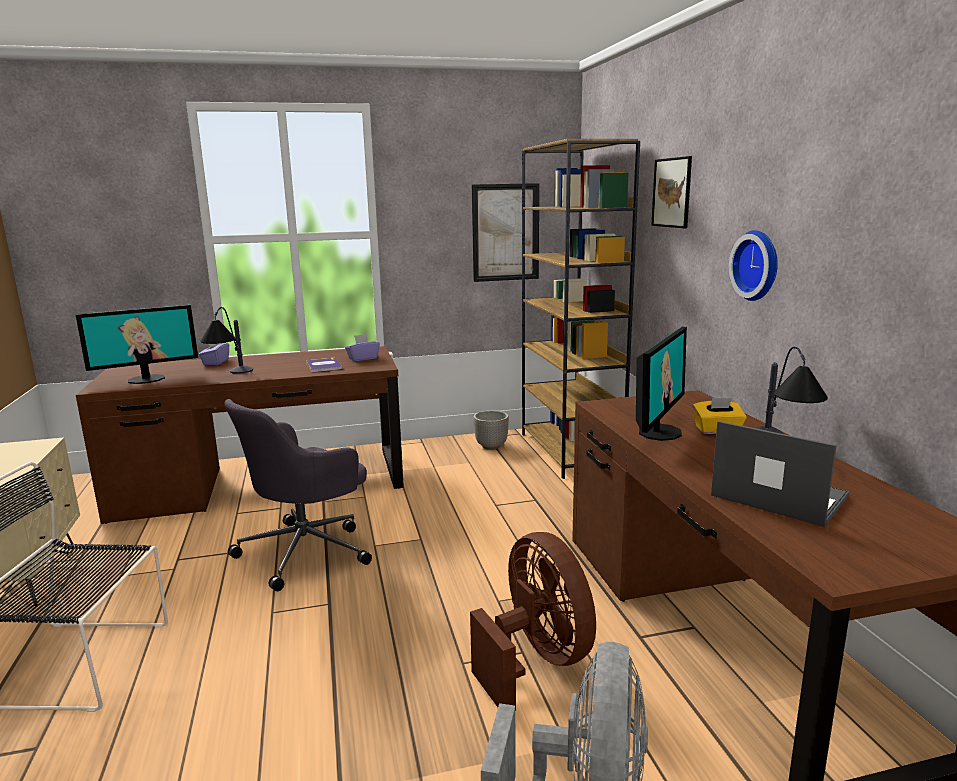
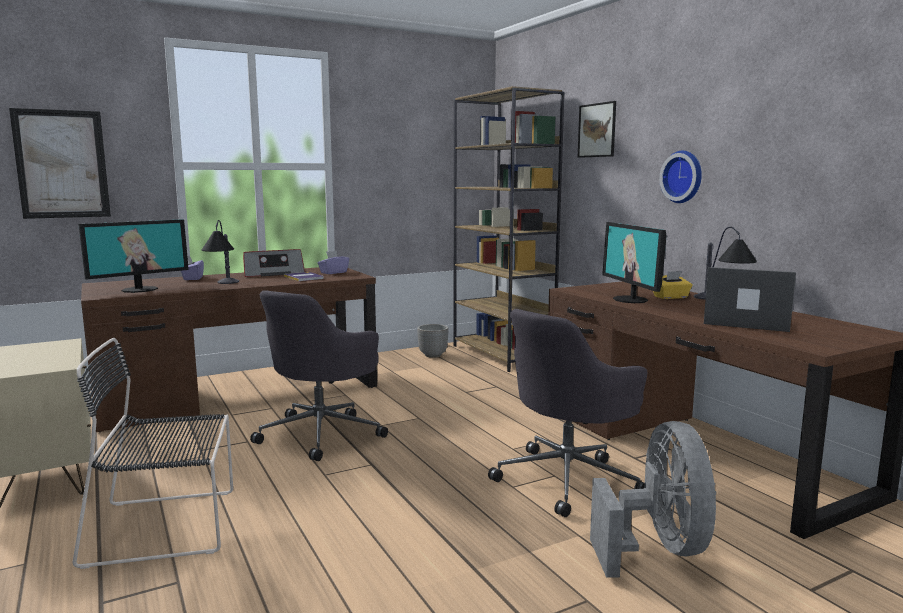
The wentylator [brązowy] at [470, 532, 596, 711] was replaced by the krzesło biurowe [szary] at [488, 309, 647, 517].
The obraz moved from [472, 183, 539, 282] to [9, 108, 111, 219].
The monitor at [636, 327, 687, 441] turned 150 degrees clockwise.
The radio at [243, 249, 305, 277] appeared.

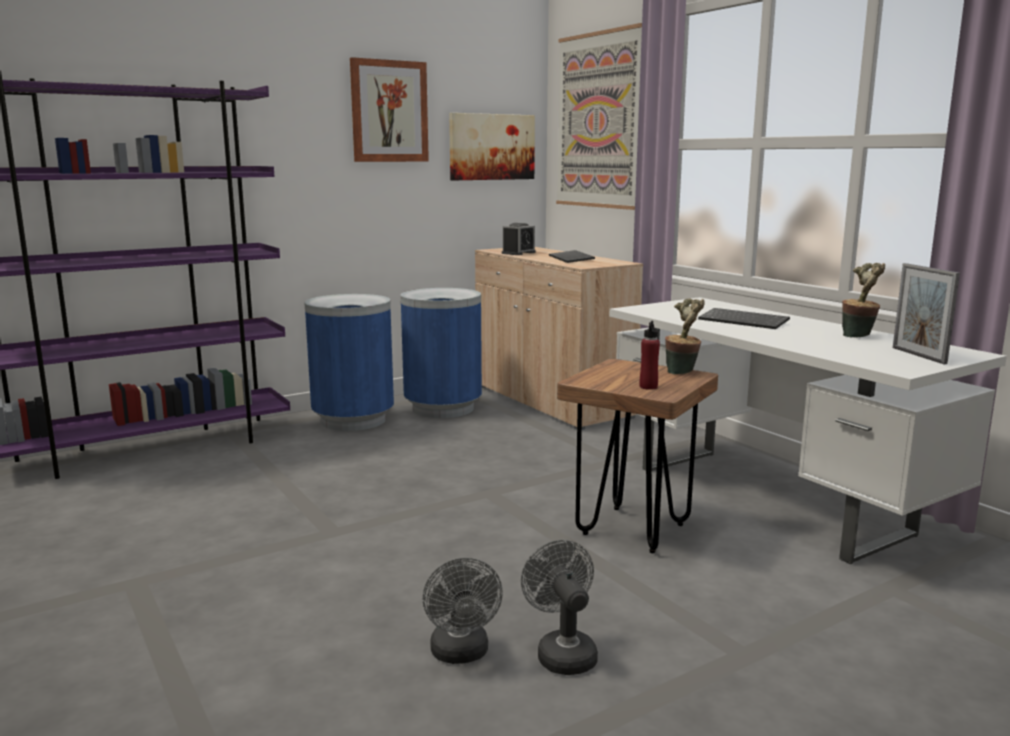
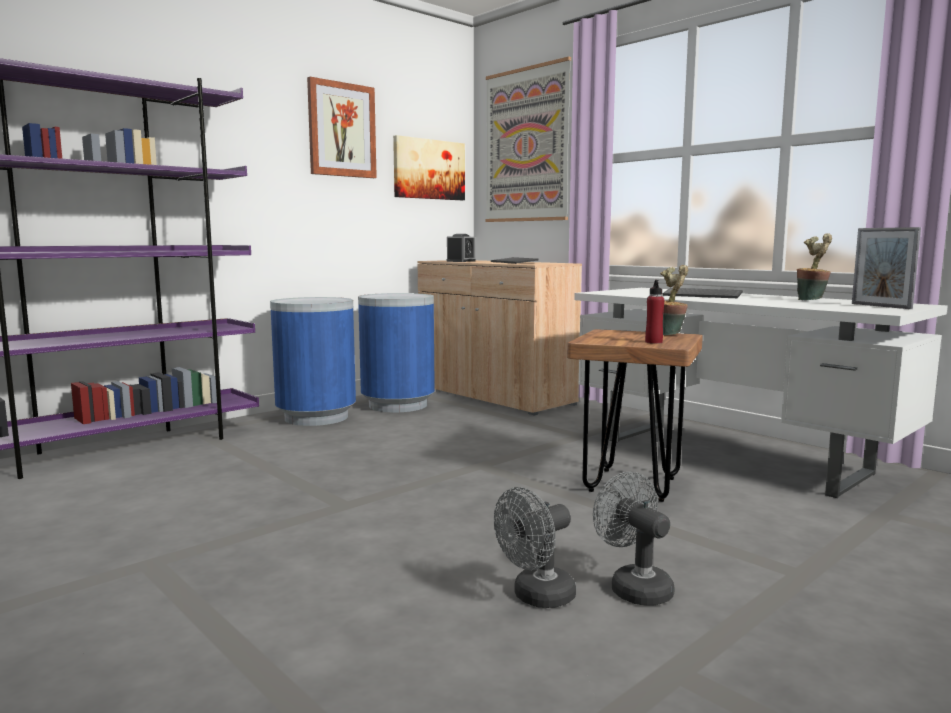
The wentylator [szary] at [423, 558, 503, 664] turned 75 degrees clockwise.

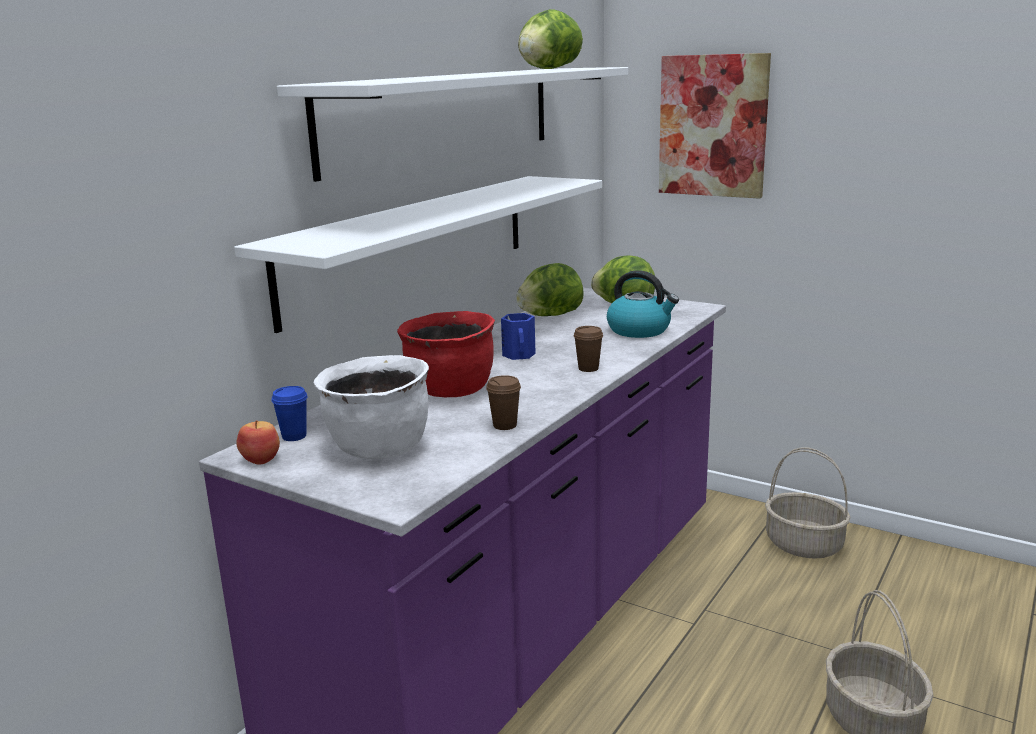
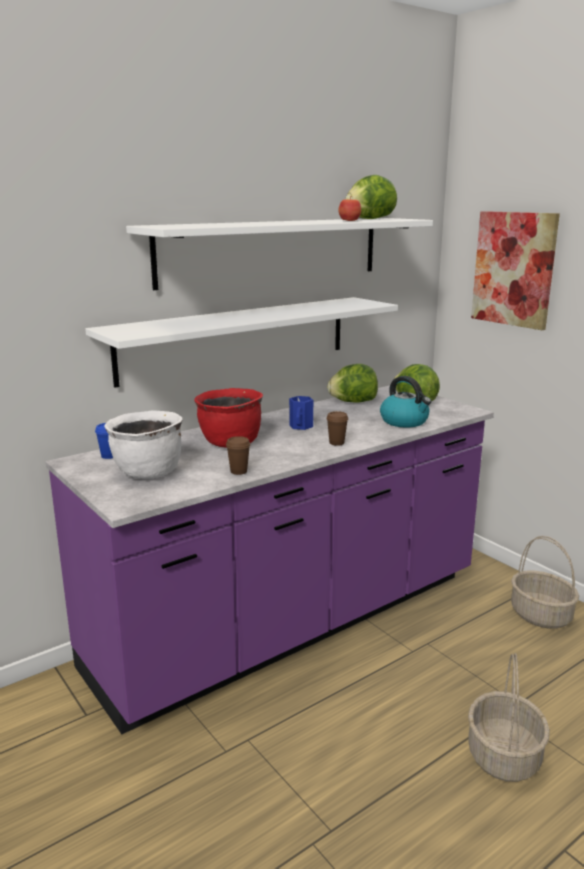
The jabłko moved from [236, 420, 280, 464] to [338, 196, 361, 221].

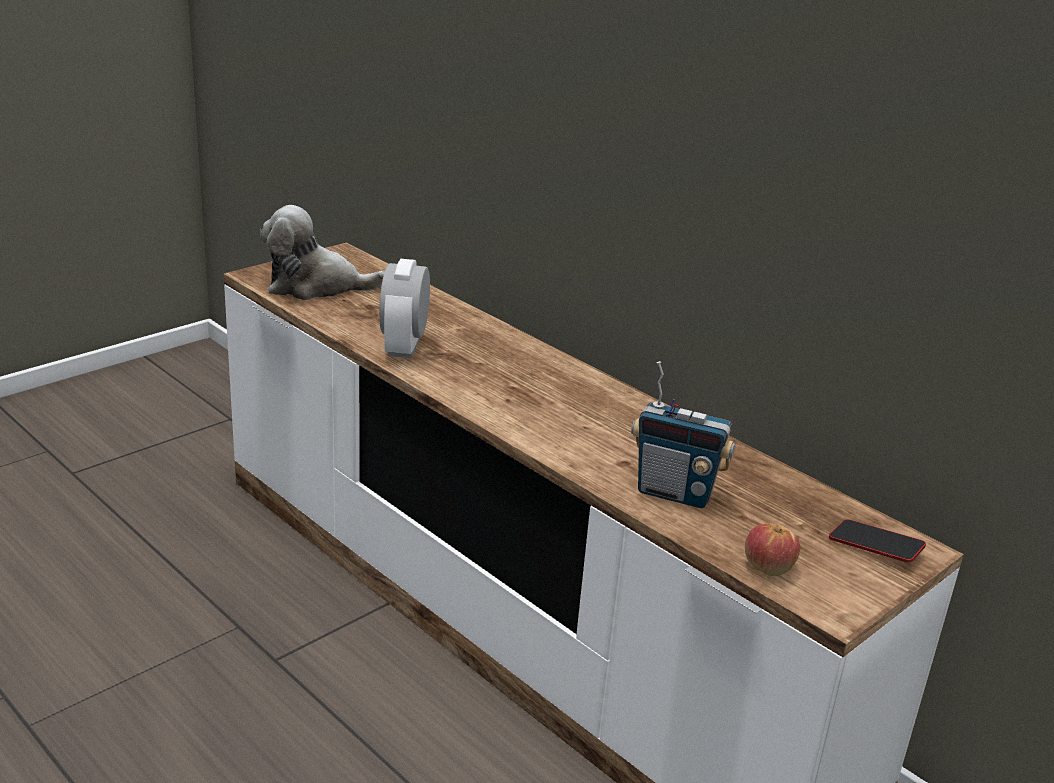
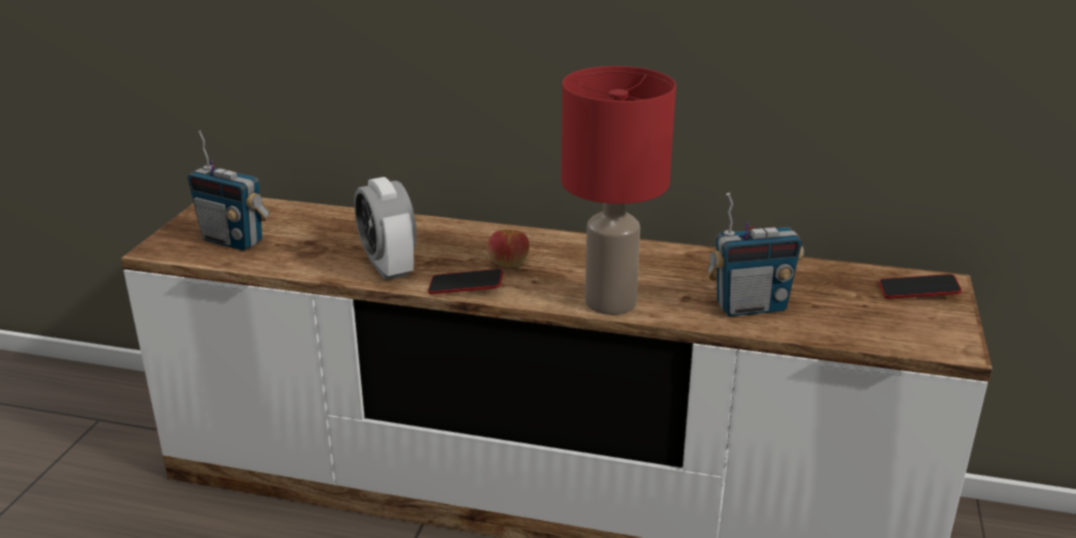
The pluszak at [260, 205, 384, 300] was replaced by the radio at [187, 130, 271, 251].
The jabłko moved from [745, 524, 800, 576] to [488, 229, 529, 268].
The telefon at [428, 269, 503, 294] appeared.
The lampa stołowa [czerwony] at [561, 66, 676, 315] appeared.

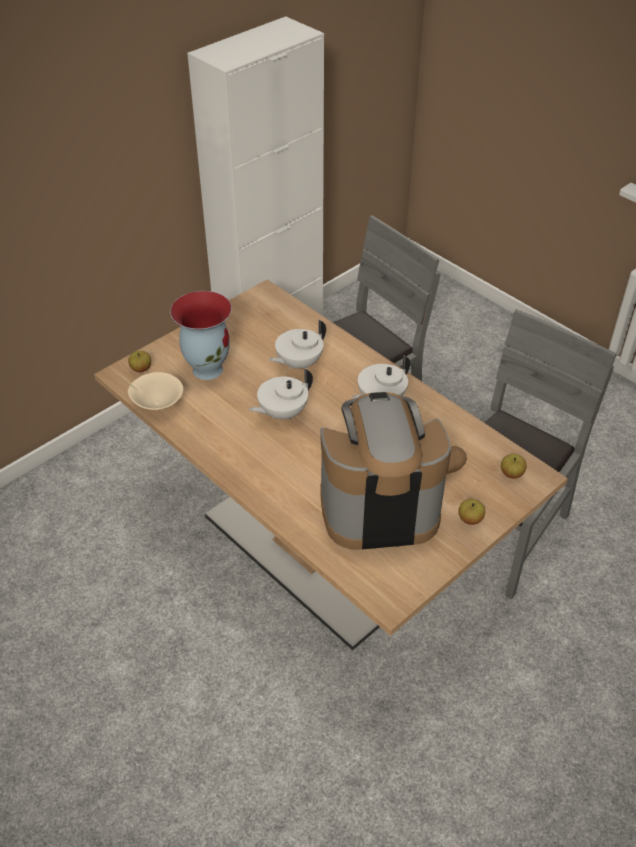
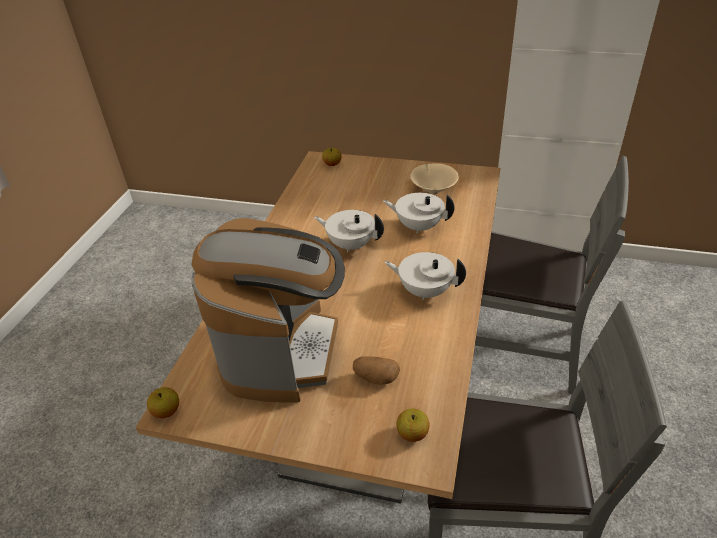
The miska [beżowy] moved from [128, 372, 183, 410] to [411, 163, 459, 194].
The wazon at [170, 291, 232, 380] disappeared.
The ekspres do kawy at [320, 392, 451, 550] turned 45 degrees clockwise.
The jabłko moved from [458, 499, 485, 525] to [147, 387, 179, 418].

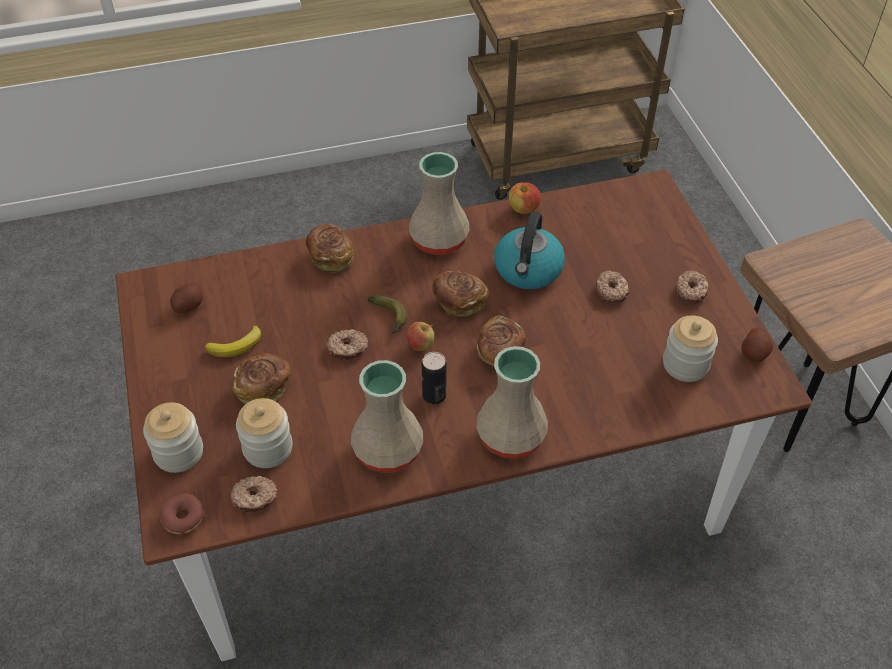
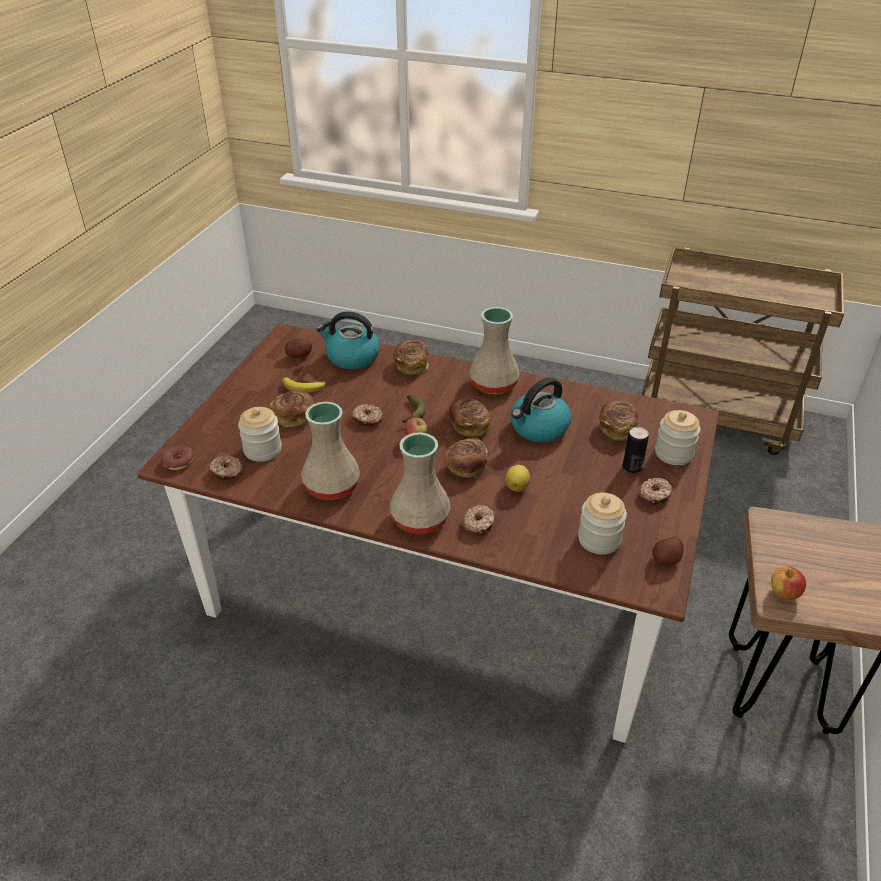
The słoik moved from [143, 402, 203, 473] to [655, 410, 701, 465].
The puszka moved from [422, 352, 447, 404] to [623, 427, 649, 473].
The jabłko moved from [509, 182, 541, 214] to [771, 566, 806, 600].
The donut moved from [596, 271, 629, 304] to [462, 505, 495, 536].
The czajnik at [317, 311, 380, 369] appeared.
The cytryna at [505, 465, 530, 492] appeared.
The chleb at [599, 400, 638, 441] appeared.

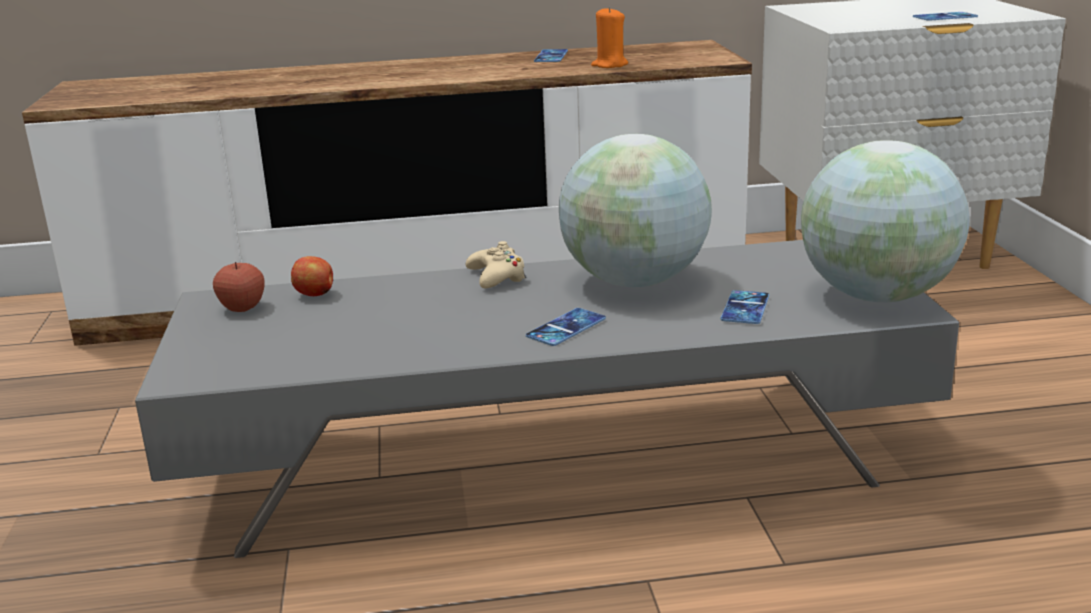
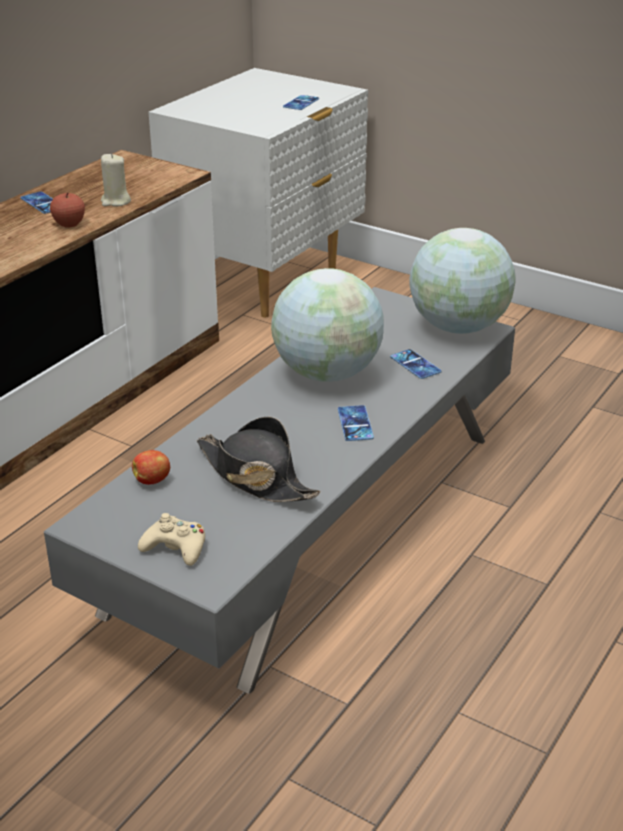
The jabłko moved from [213, 262, 265, 312] to [50, 193, 85, 228].
The pad do gier [beżowy] moved from [466, 241, 526, 288] to [138, 513, 205, 566].
The świeca [pomarańczowy] at [591, 6, 628, 68] became the świeca [beżowy] at [101, 153, 131, 207].
The kapelusz [czarny] at [197, 417, 321, 502] appeared.

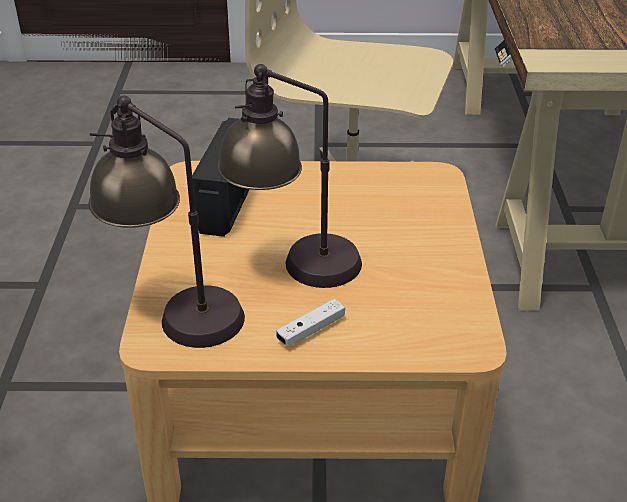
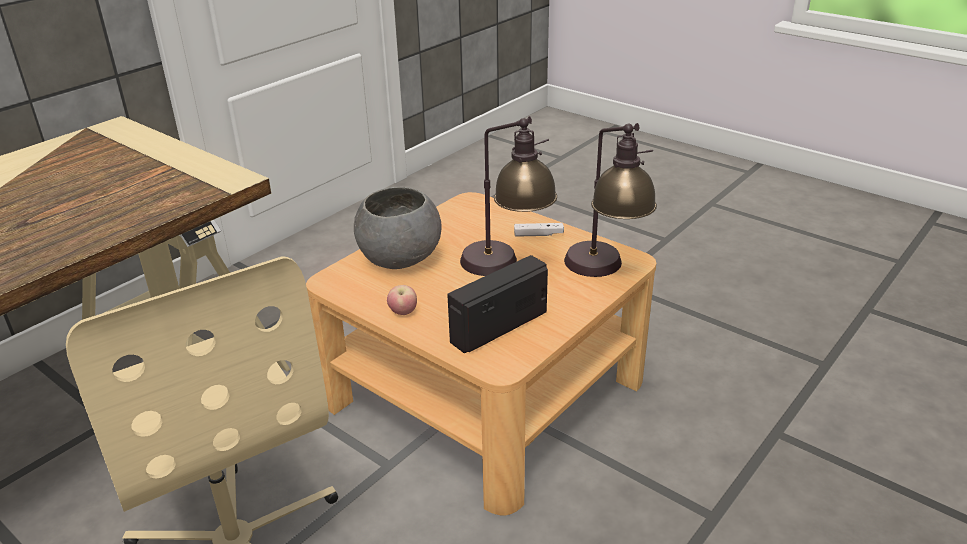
The miska [szary] at [354, 187, 442, 269] appeared.
The jabłko at [387, 285, 417, 315] appeared.

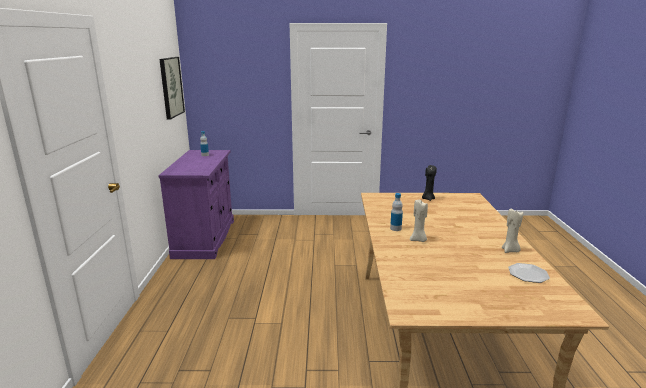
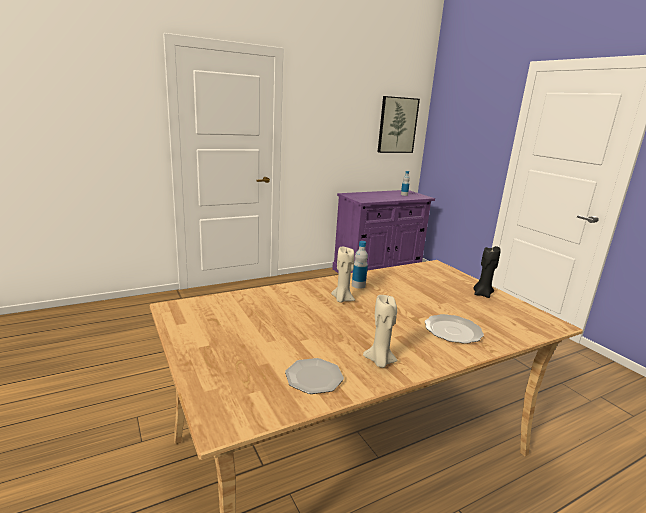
The talerz at [425, 314, 484, 344] appeared.

